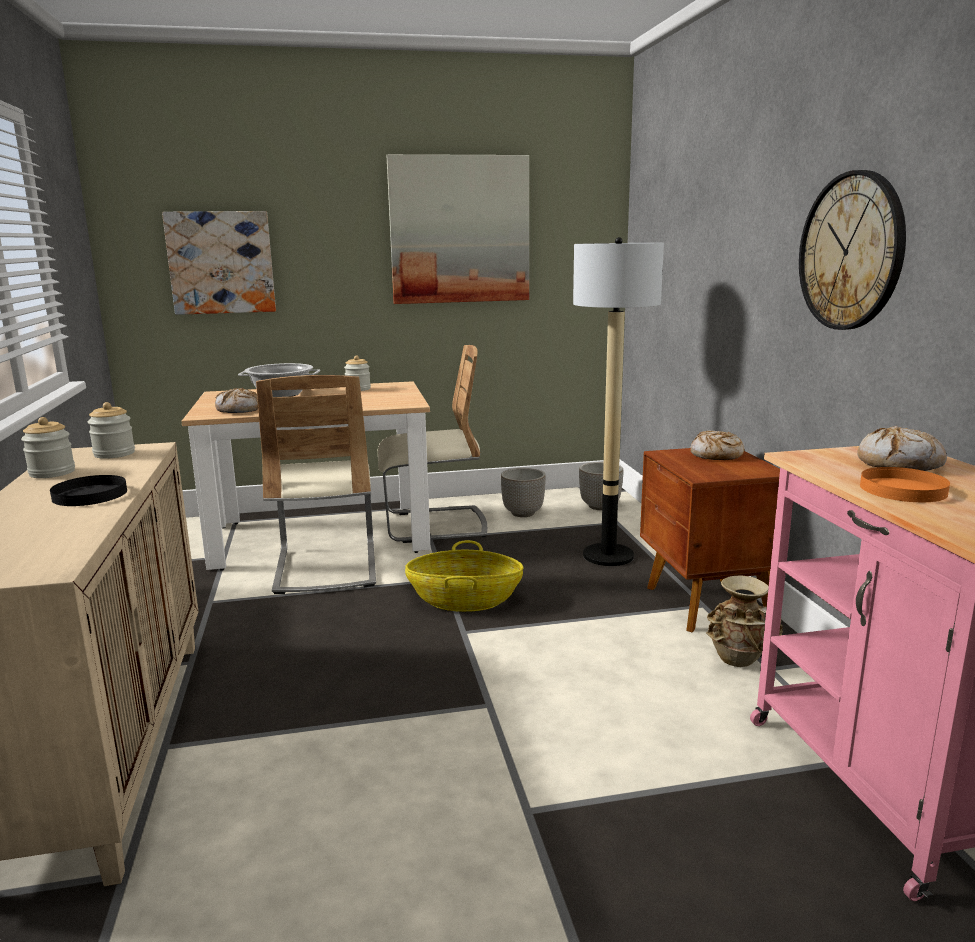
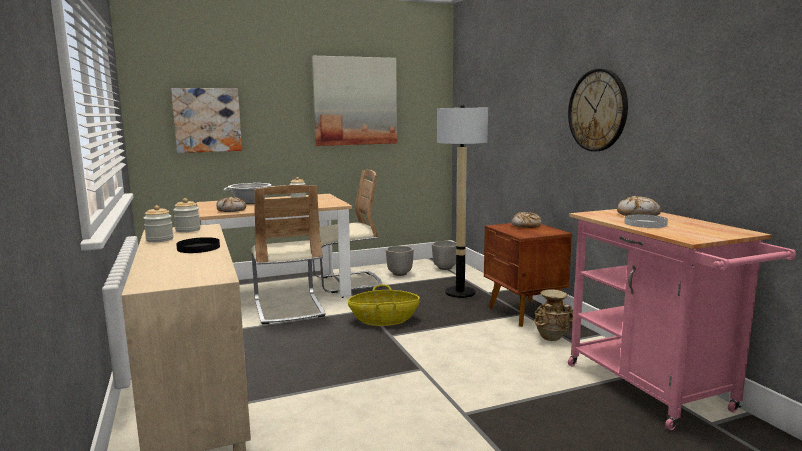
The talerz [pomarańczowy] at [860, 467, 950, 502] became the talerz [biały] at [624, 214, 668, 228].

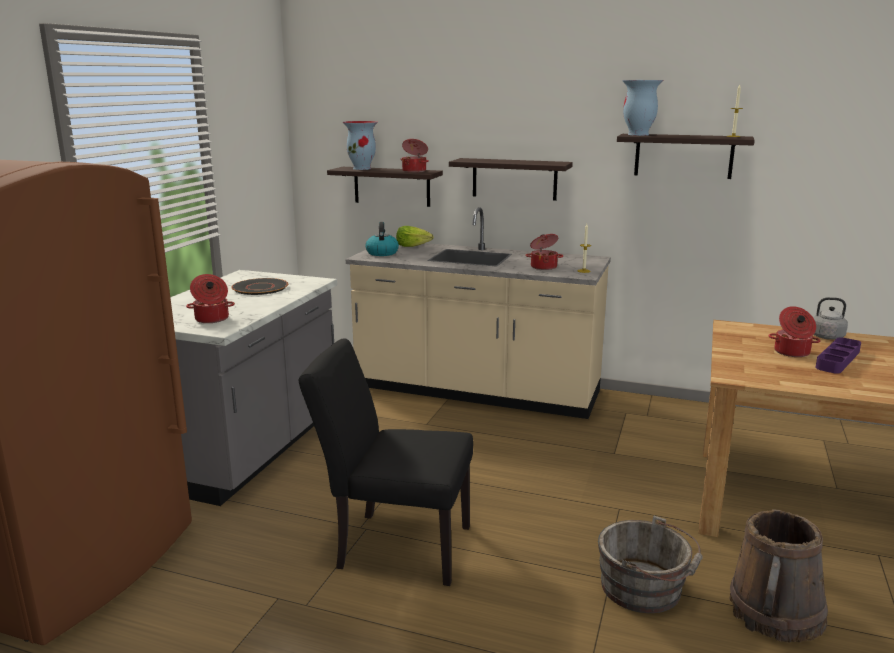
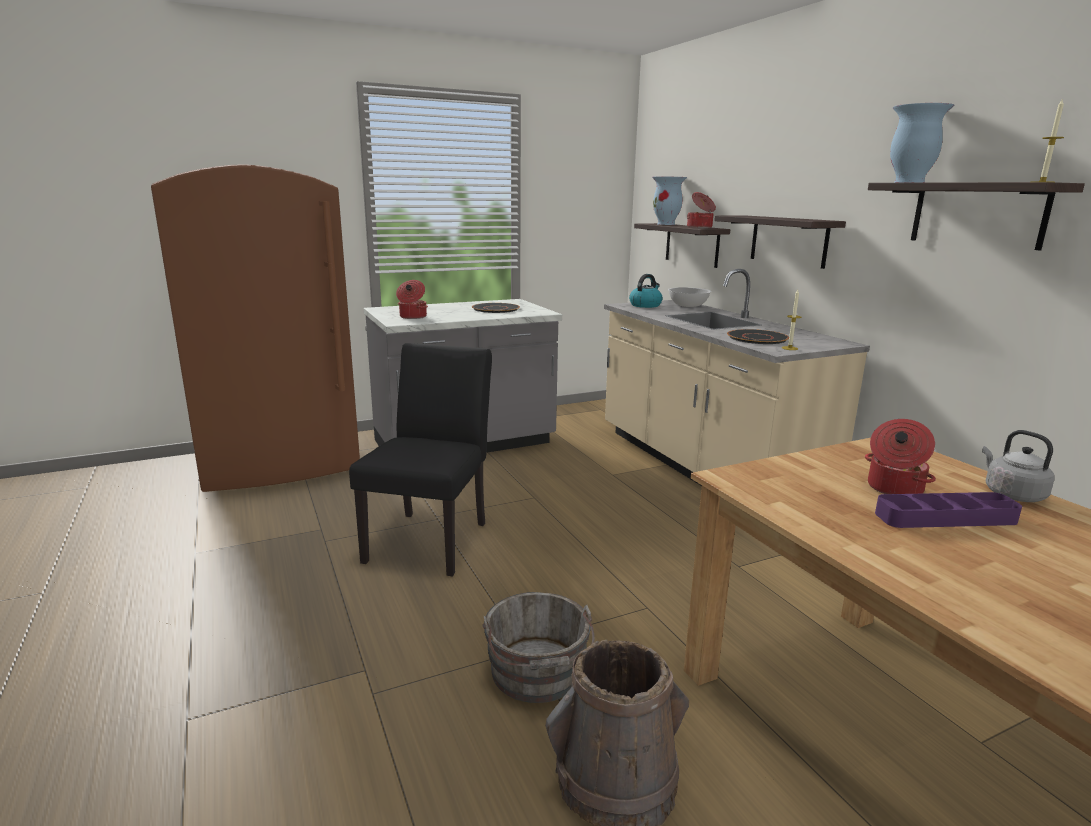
The krzesło [czarny] at [299, 339, 473, 586] turned 45 degrees clockwise.
The sałata at [396, 226, 433, 247] was replaced by the miska [biały] at [668, 287, 712, 307].
The garnek at [525, 234, 563, 270] was replaced by the talerz [czarny] at [727, 329, 789, 344].

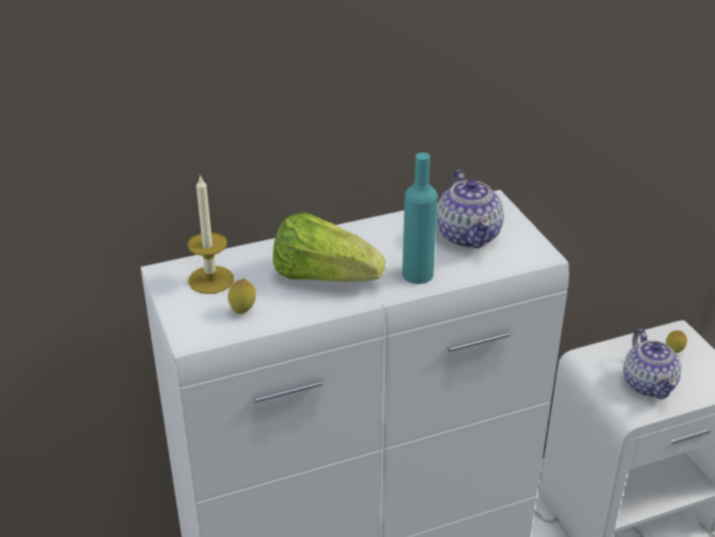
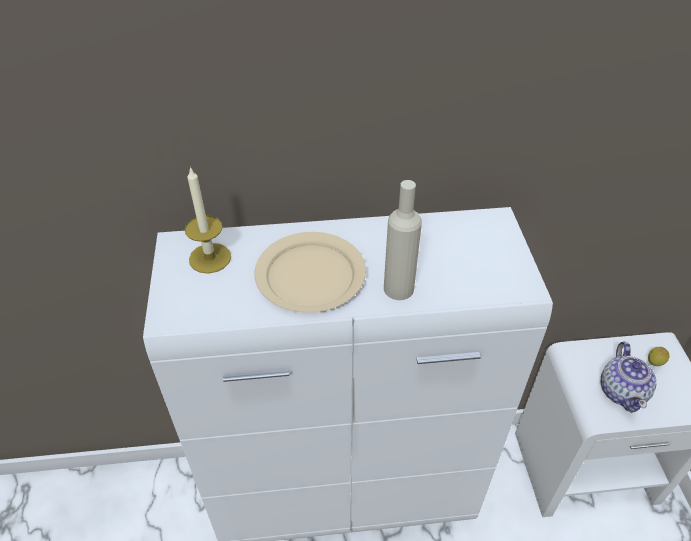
The cytryna at [228, 278, 256, 314] disappeared.
The sałata at [273, 212, 385, 282] was replaced by the talerz [beżowy] at [254, 232, 366, 313].
The butelka [turkusowy] at [402, 153, 438, 284] became the butelka [beżowy] at [384, 180, 422, 300].
The imbryk at [437, 170, 504, 248] disappeared.

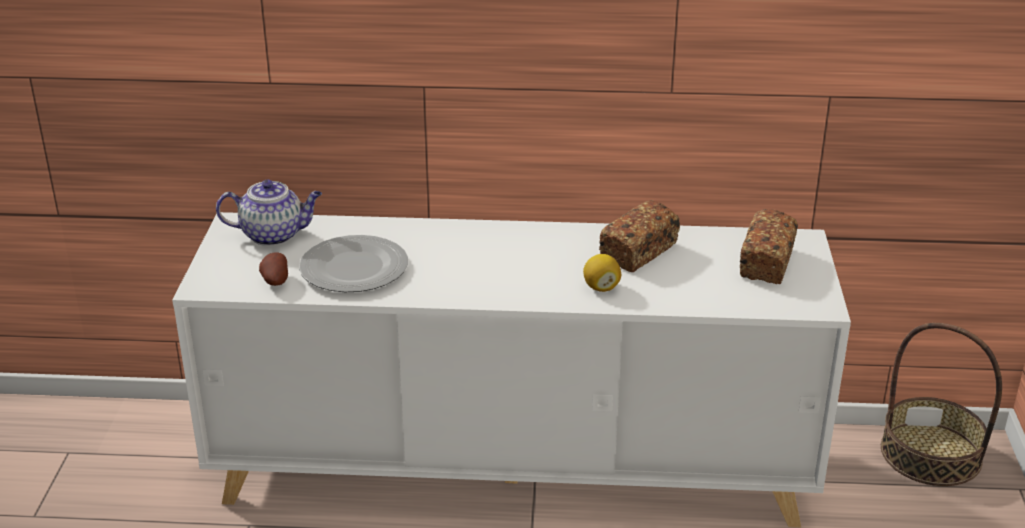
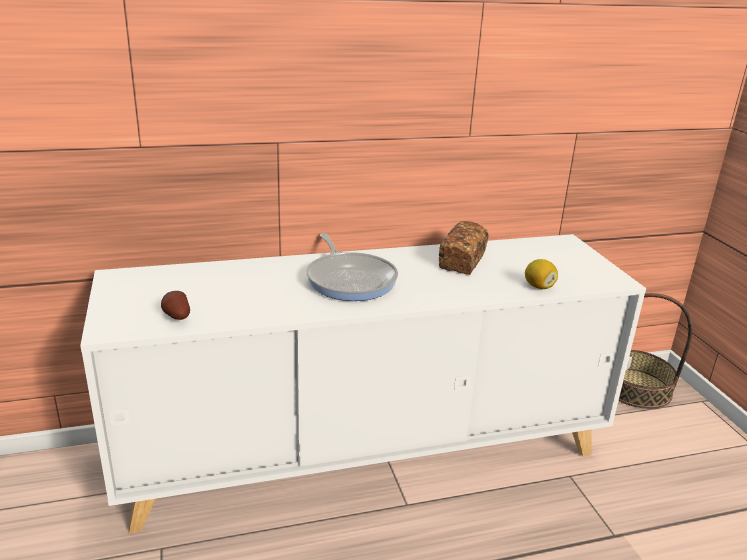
The imbryk at [216, 180, 322, 246] disappeared.
The talerz at [299, 235, 408, 292] disappeared.
The cytryna moved from [583, 254, 621, 292] to [525, 259, 558, 289].
The chleb at [740, 209, 798, 284] disappeared.
The patelnia at [307, 233, 398, 301] appeared.

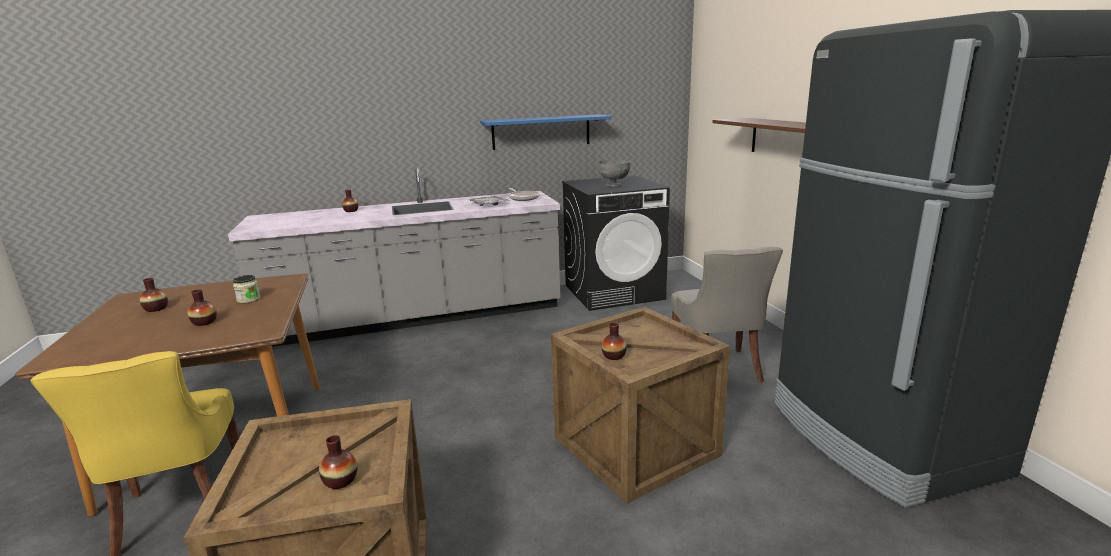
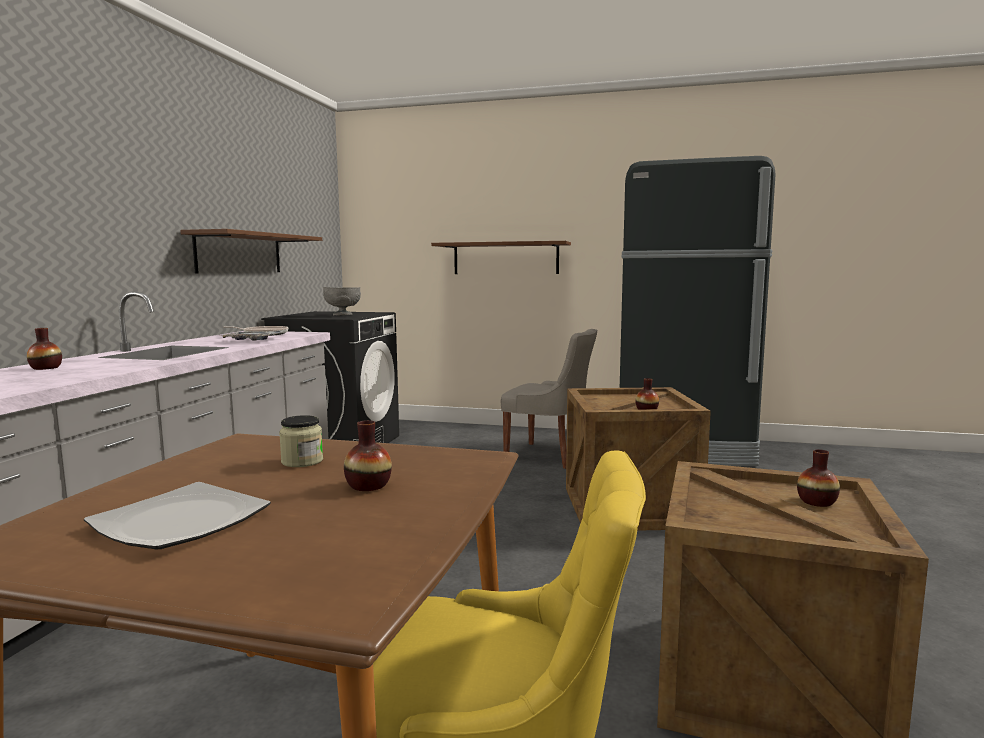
The wazon at [140, 278, 168, 312] was replaced by the talerz at [84, 482, 271, 550].
The półka [niebieski] at [480, 114, 612, 150] became the półka [brązowy] at [180, 229, 322, 274].

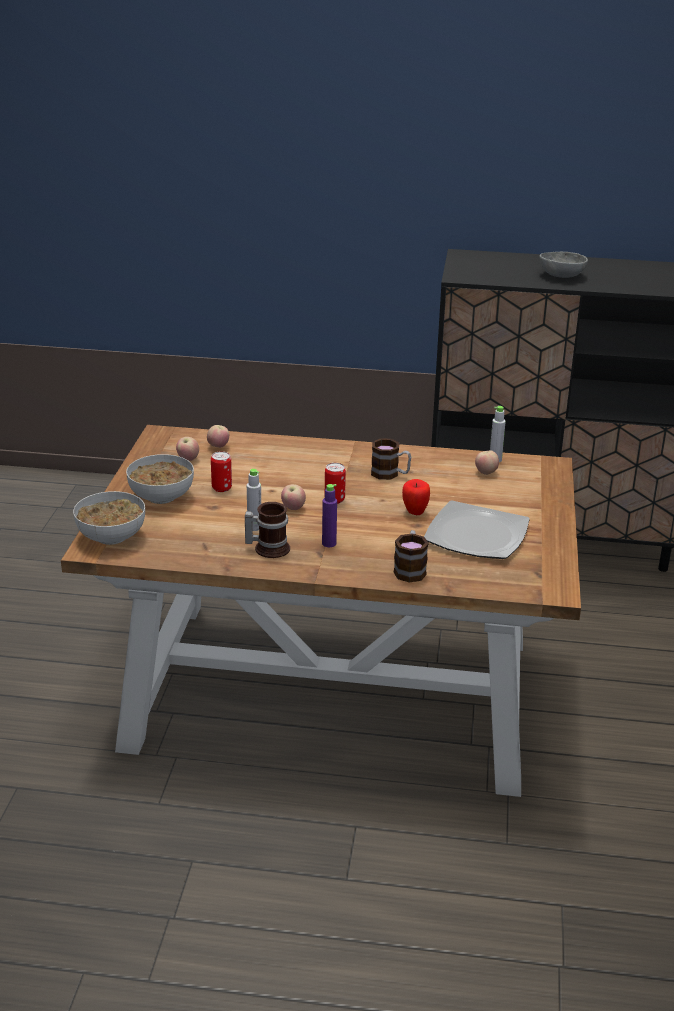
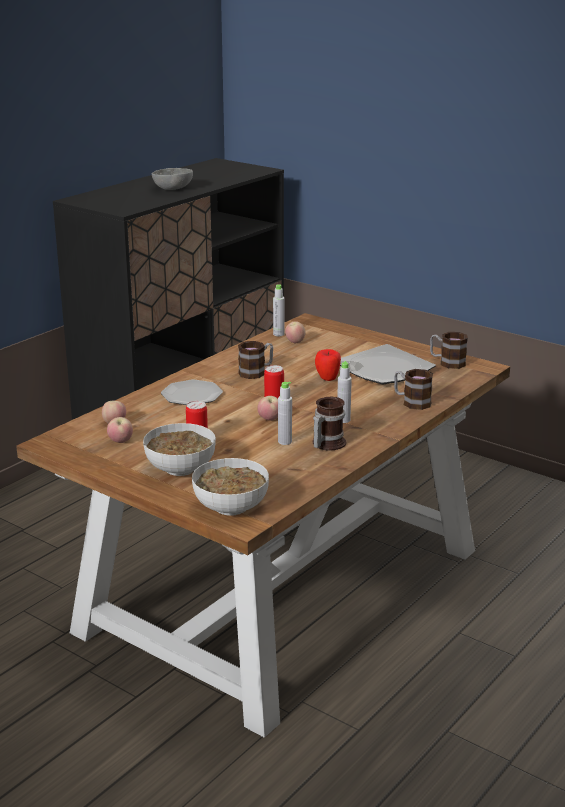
The butelka [fioletowy] at [322, 484, 337, 547] became the butelka [szary] at [337, 361, 352, 423].
The talerz at [161, 379, 223, 405] appeared.
The kubek at [430, 332, 468, 369] appeared.

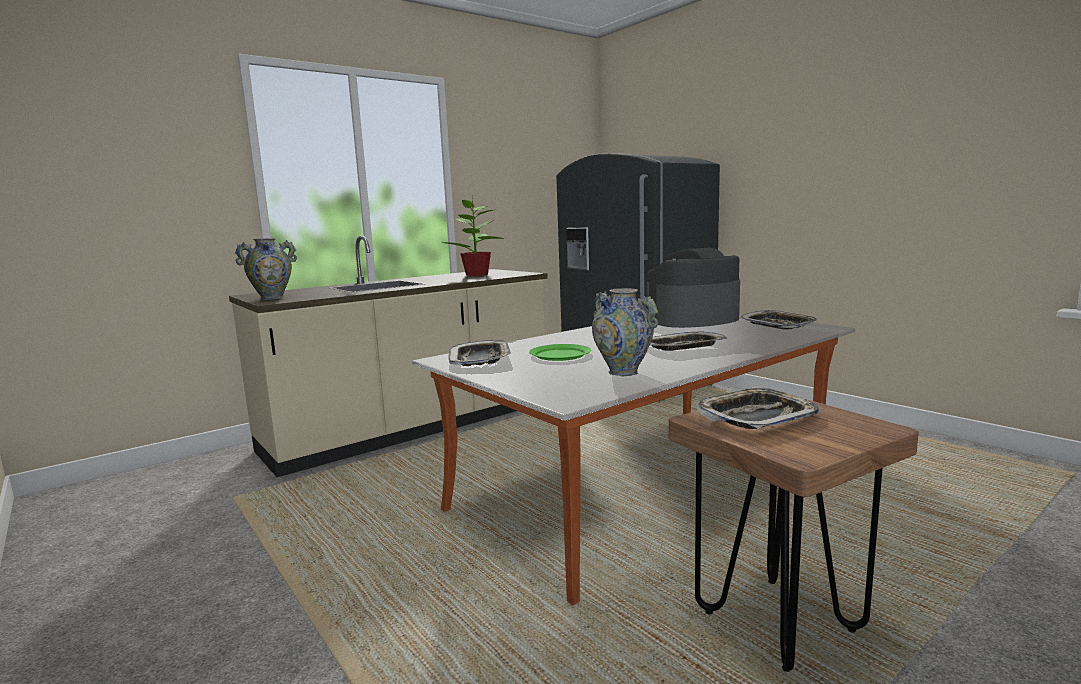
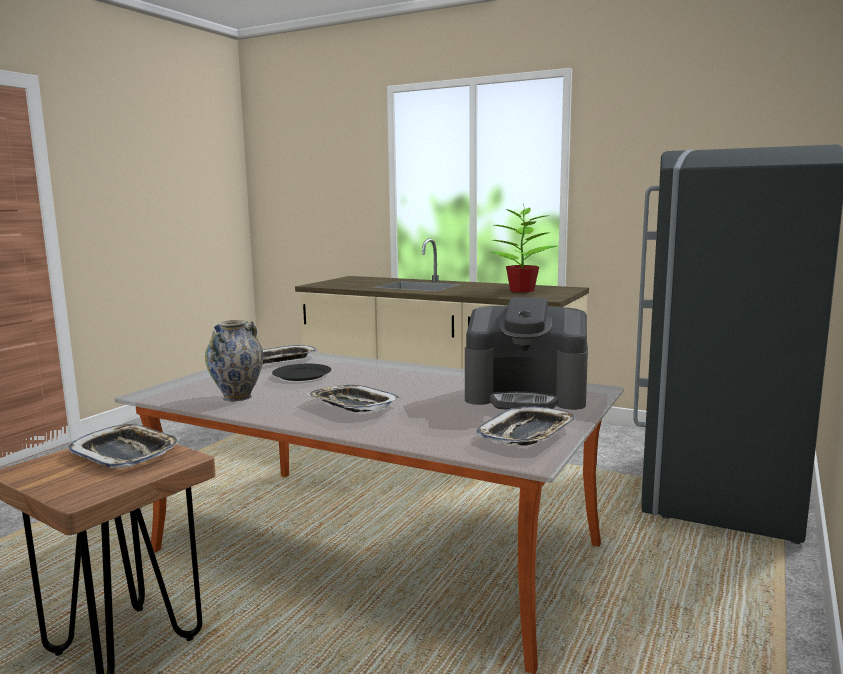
The wazon at [235, 238, 297, 300] disappeared.
The talerz [zielony] at [529, 344, 591, 361] became the talerz [czarny] at [272, 364, 331, 381].
The ekspres do kawy at [646, 248, 740, 328] turned 150 degrees clockwise.

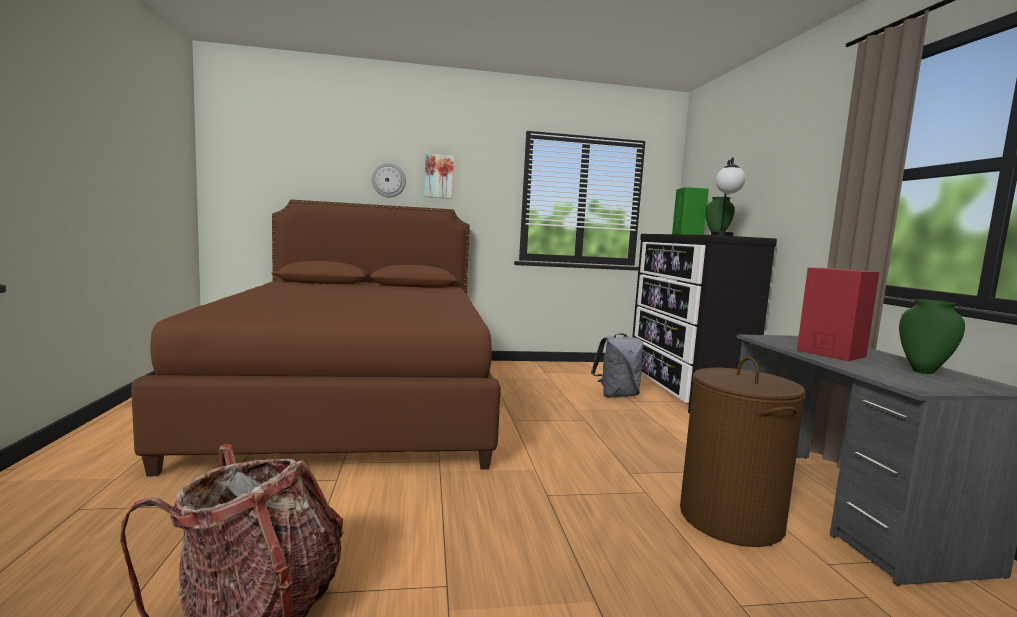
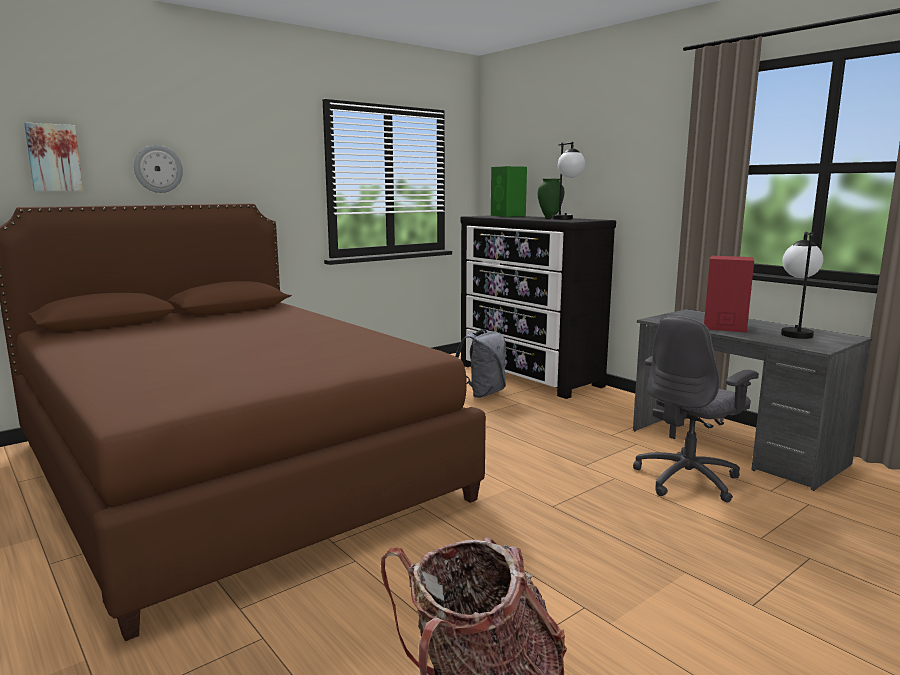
The obraz moved from [424, 153, 454, 199] to [24, 122, 83, 191].
The kosz na pranie [brązowy] at [680, 357, 805, 547] was replaced by the krzesło biurowe [szary] at [633, 316, 759, 503].
The wazon [zielony] at [899, 299, 965, 374] was replaced by the lampa stołowa at [781, 231, 823, 339].

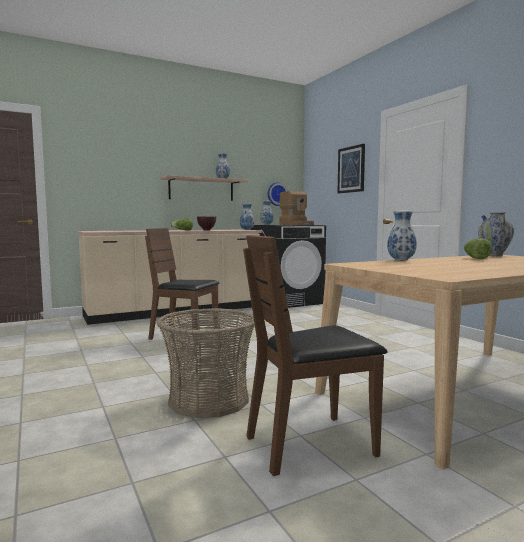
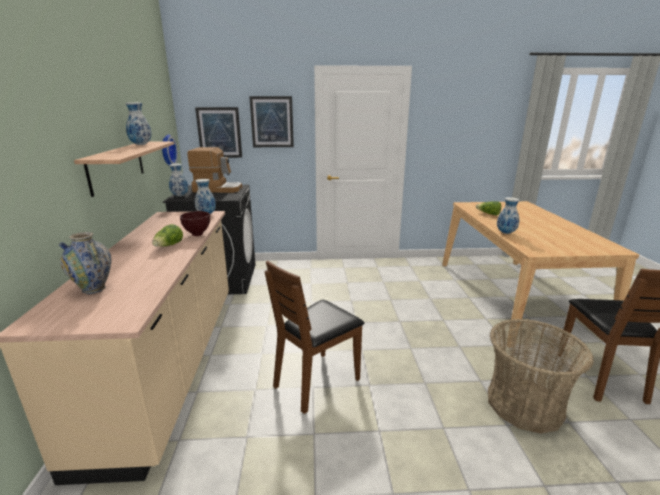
The wazon moved from [478, 212, 514, 256] to [59, 232, 111, 294].
The obraz at [195, 107, 242, 158] appeared.

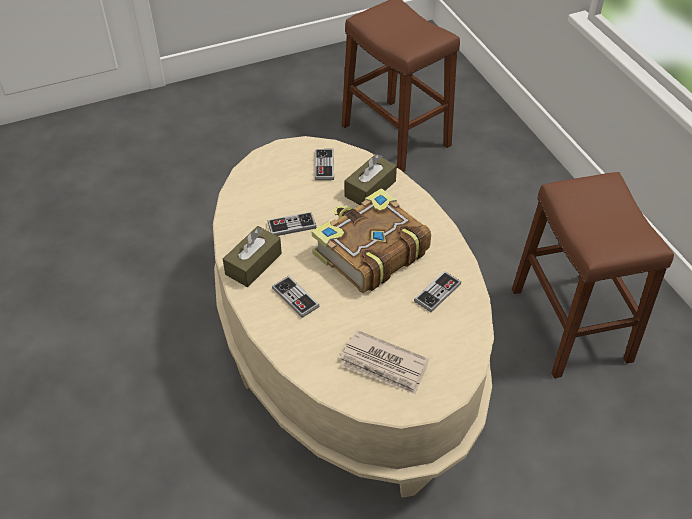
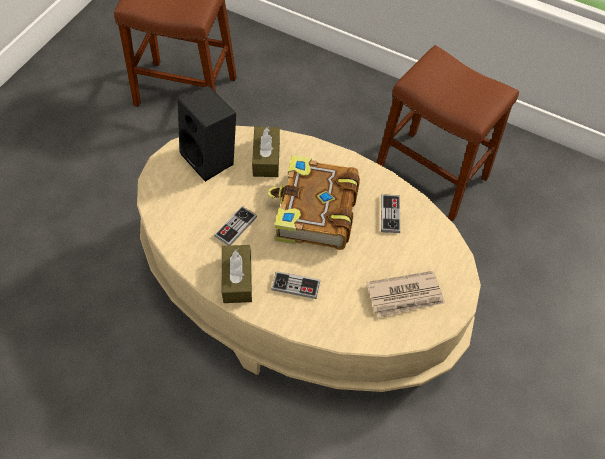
The pad do gier at [315, 149, 334, 180] was replaced by the głośnik [czarny] at [178, 85, 236, 182].

